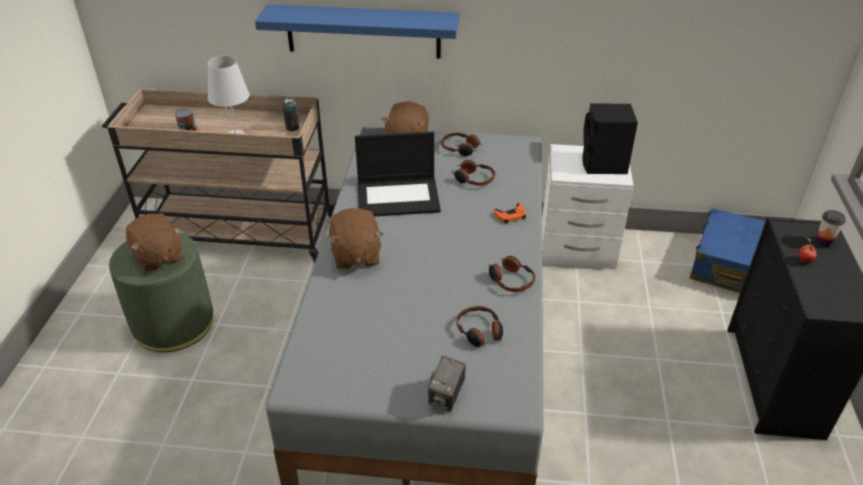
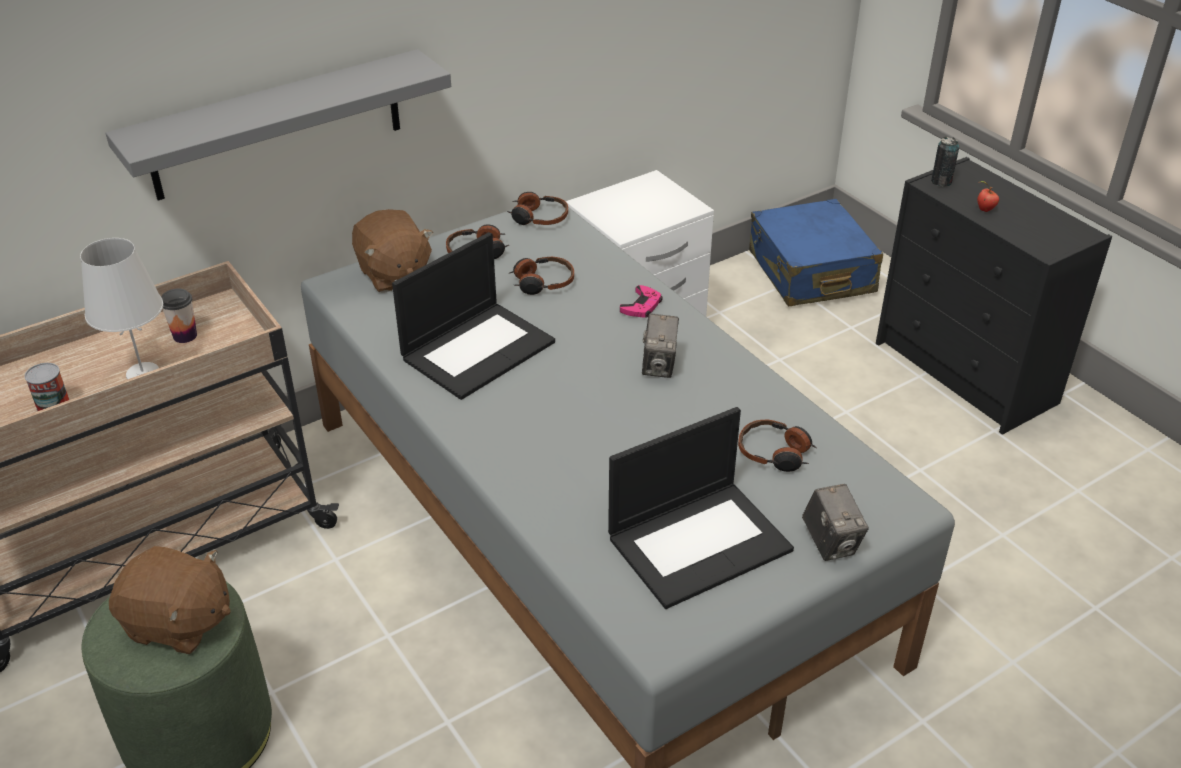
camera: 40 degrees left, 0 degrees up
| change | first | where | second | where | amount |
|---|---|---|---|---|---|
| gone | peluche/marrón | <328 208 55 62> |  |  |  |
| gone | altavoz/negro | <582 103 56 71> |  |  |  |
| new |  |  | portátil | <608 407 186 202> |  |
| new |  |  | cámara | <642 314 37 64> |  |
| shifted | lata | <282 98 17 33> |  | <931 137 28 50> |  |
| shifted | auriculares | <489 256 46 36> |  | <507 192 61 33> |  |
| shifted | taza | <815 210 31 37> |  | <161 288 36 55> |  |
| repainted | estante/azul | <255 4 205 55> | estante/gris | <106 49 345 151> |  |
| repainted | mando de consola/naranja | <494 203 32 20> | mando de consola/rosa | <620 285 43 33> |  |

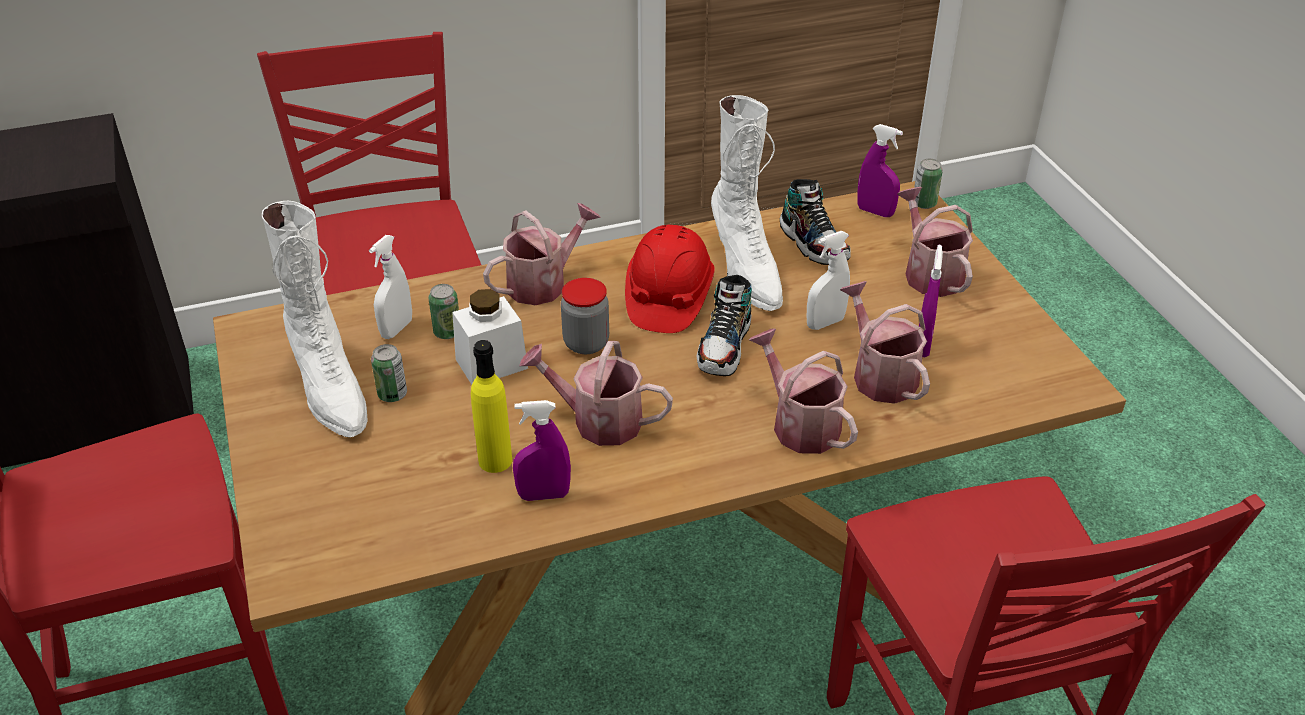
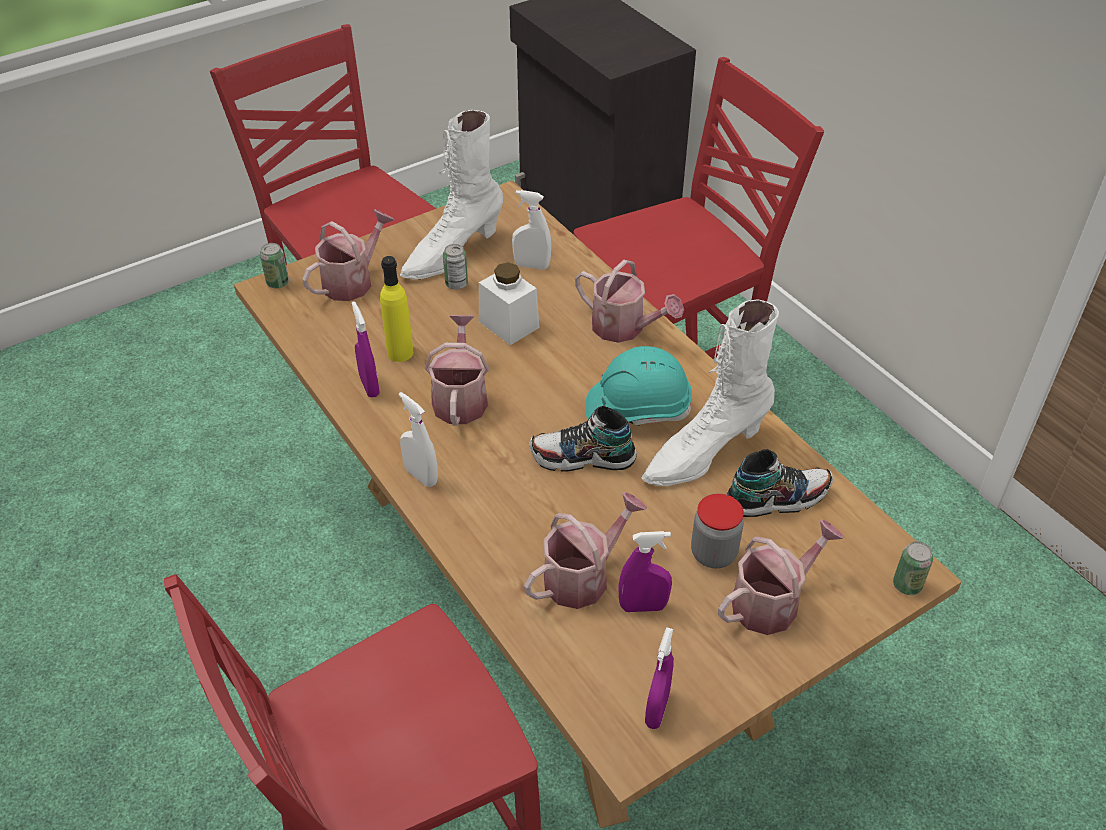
camera: 75 degrees right, 5 degrees up
| change | first | where | second | where | amount |
|---|---|---|---|---|---|
| shifted | lata | <428 284 31 55> |  | <260 243 29 45> |  |
| shifted | tarro | <561 278 48 76> |  | <691 494 53 74> |  |
| shifted | regadera | <749 328 109 126> |  | <302 210 93 91> |  |
| shifted | pulverizador/blanco | <807 231 43 99> |  | <399 392 39 95> |  |
| shifted | pulverizador/morado | <857 124 46 93> |  | <645 627 29 102> |  |
| repainted | casco/rojo | <625 225 89 108> | casco/turquesa | <585 346 107 80> |  |
| rotated | zapato | <780 179 71 86> |  | <726 449 107 68> | 150 degrees counterclockwise |

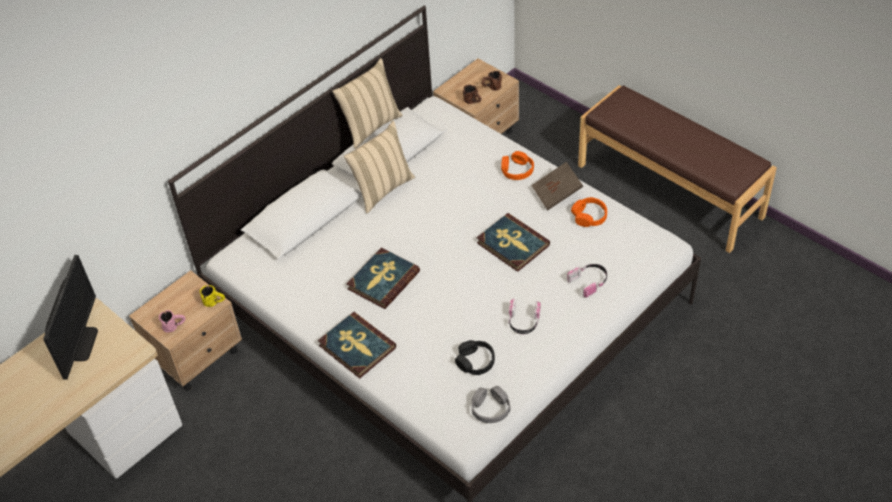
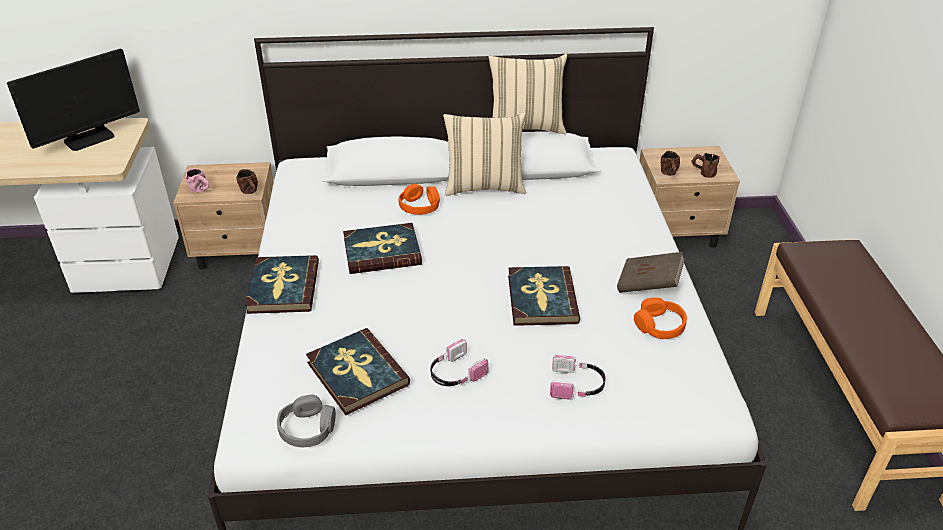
camera: 40 degrees right, 10 degrees down
| change | first | where | second | where | amount |
|---|---|---|---|---|---|
| shifted | auriculares/naranja | <501 151 33 29> |  | <398 184 42 31> |  |
| swapped | auriculares/negro | <455 340 40 35> | libro | <306 328 104 87> |  |
| repainted | taza grande/amarillo | <200 285 25 22> | taza grande/marrón | <236 169 22 25> |  |

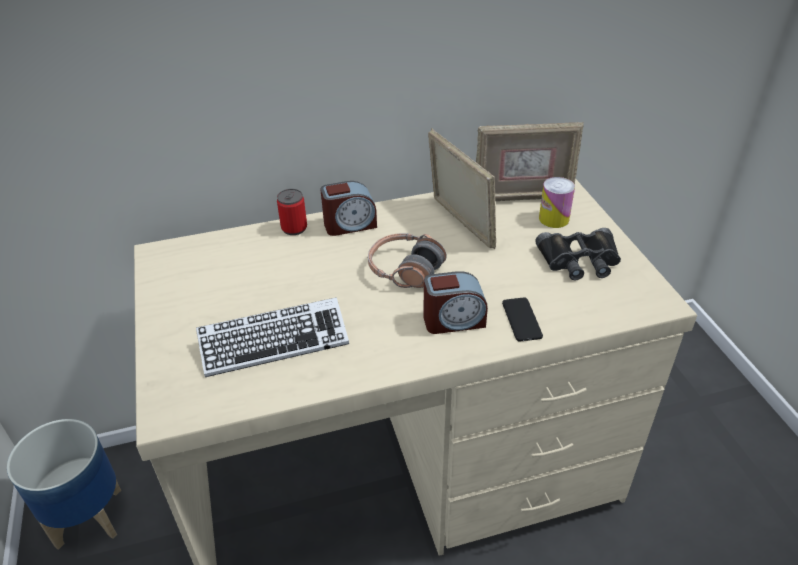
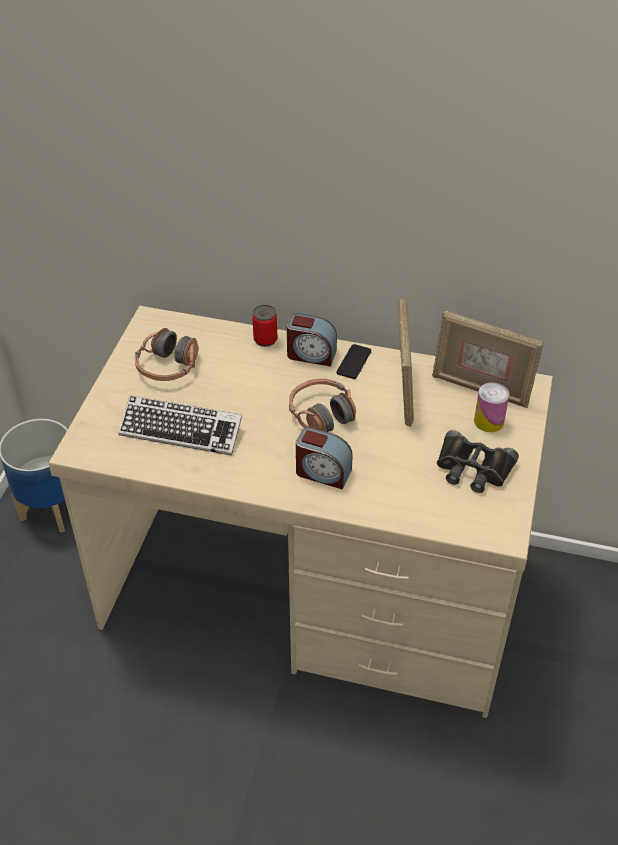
camera: 30 degrees right, 5 degrees up
| change | first | where | second | where | amount |
|---|---|---|---|---|---|
| new |  |  | auriculares | <135 328 64 53> |  |
| shifted | móvil | <502 298 41 43> |  | <336 344 35 35> |  |

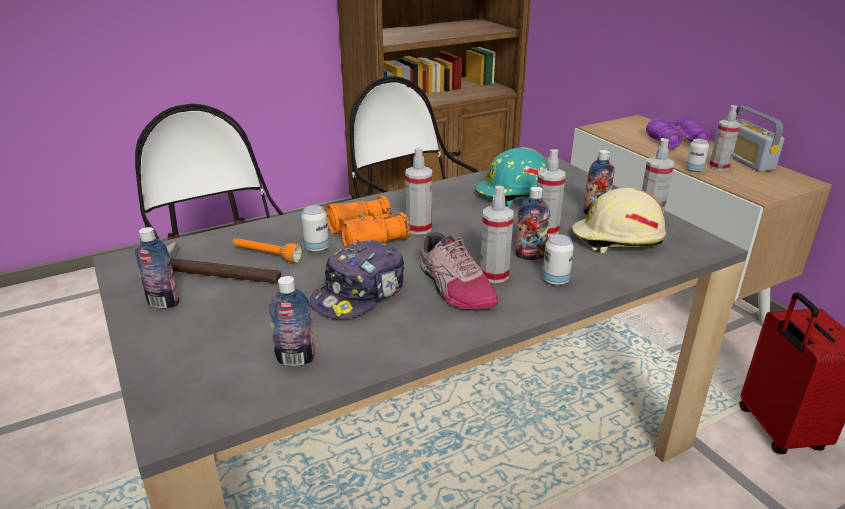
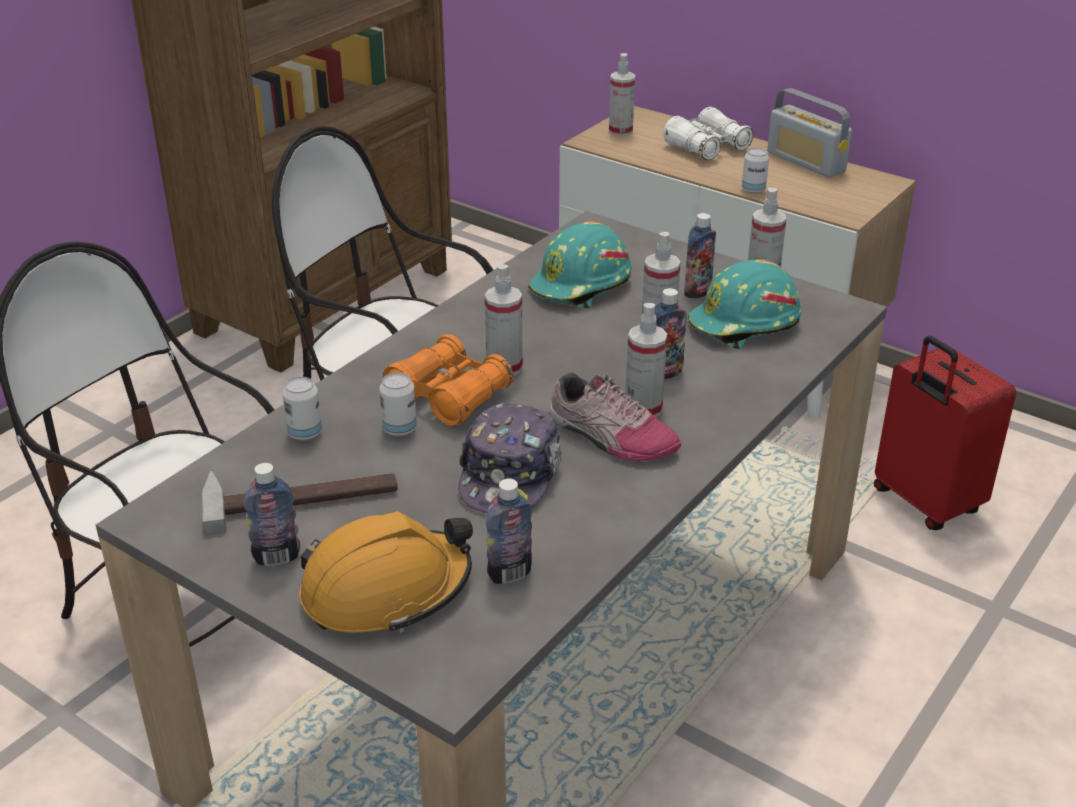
camera: 25 degrees left, 5 degrees up
| change | first | where | second | where | amount |
|---|---|---|---|---|---|
| gone | linterna/naranja | <232 238 71 25> |  |  |  |
| new |  |  | casco/naranja | <299 511 174 122> |  |
| shifted | lata | <542 234 32 52> |  | <282 377 40 64> |  |
| shifted | pulverizador | <709 105 32 66> |  | <609 53 26 83> |  |
| repainted | casco/beis | <571 188 95 66> | casco/turquesa | <687 260 114 89> |  |
| repainted | prismáticos/morado | <646 116 65 33> | prismáticos/blanco | <664 107 90 53> |  |

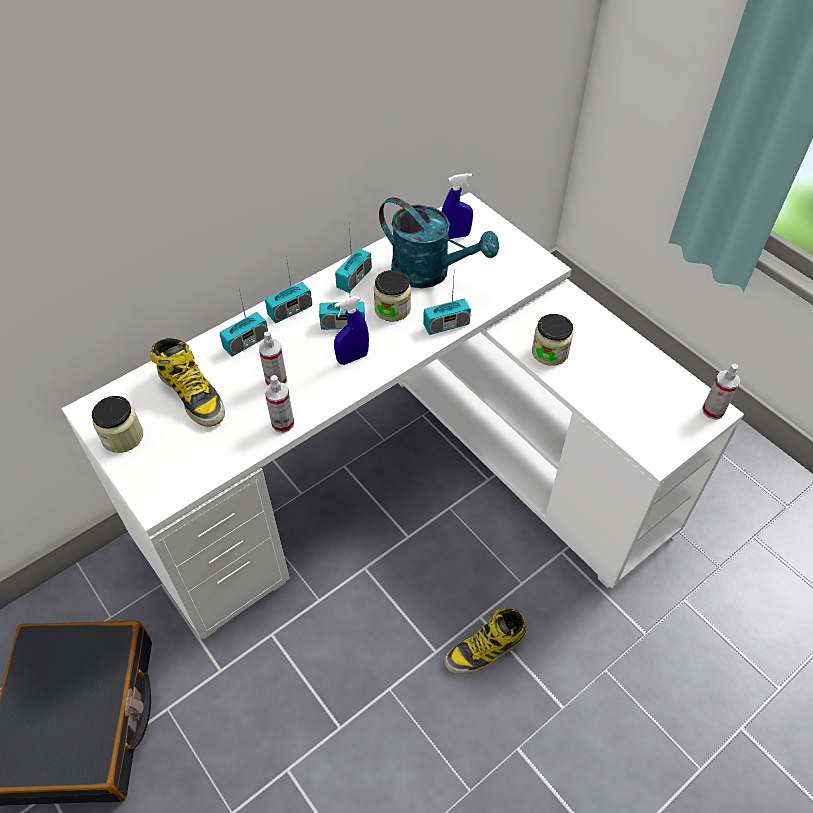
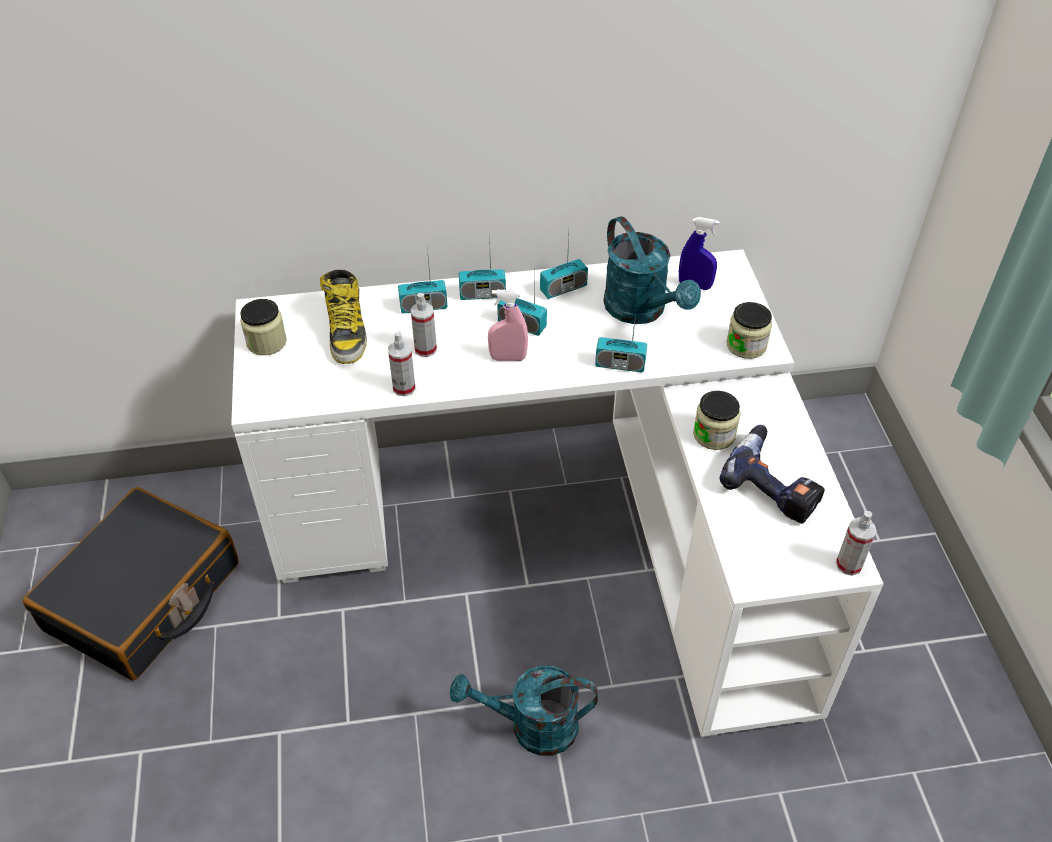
camera: 30 degrees right, 5 degrees down
| change | first | where | second | where | amount |
|---|---|---|---|---|---|
| new |  |  | taladro | <720 425 105 99> |  |
| shifted | tarro | <374 270 37 52> |  | <727 302 45 57> |  |
| swapped | bota | <444 607 82 67> | regadera/turquesa | <450 666 148 90> |  |
| repainted | pulverizador/azul | <334 296 35 69> | pulverizador/rosa | <488 290 40 71> |  |

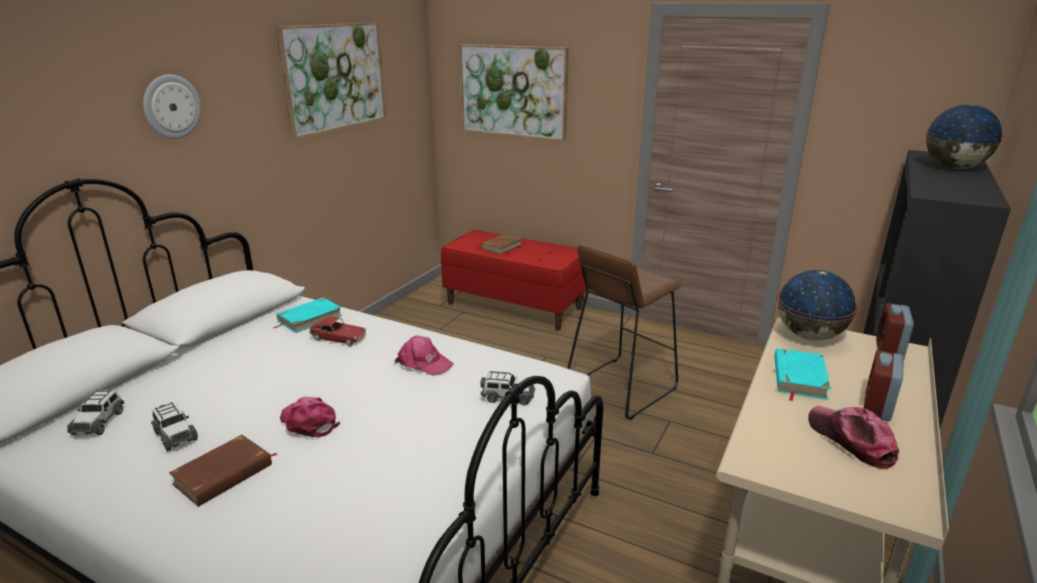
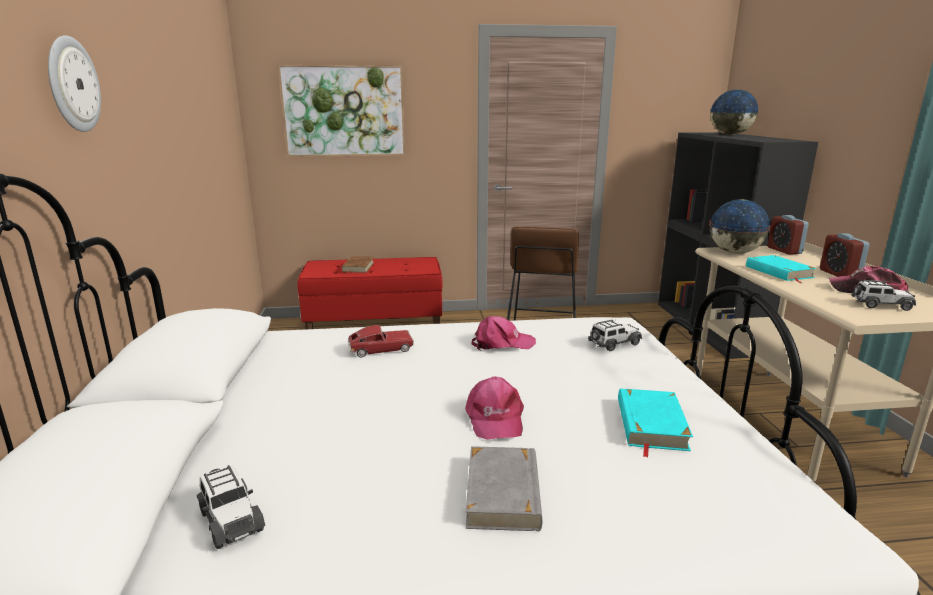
camera: 35 degrees left, 5 degrees down
| change | first | where | second | where | amount |
|---|---|---|---|---|---|
| gone | cuadro | <275 22 112 117> |  |  |  |
| shifted | coche de juguete | <151 402 47 49> |  | <851 280 65 31> |  |
| shifted | libro/turquesa | <273 297 70 36> |  | <618 388 75 70> |  |
| repainted | libro/marrón | <169 435 108 72> | libro/gris | <466 446 76 85> |  |
| rotated | gorra/rosa | <280 397 60 41> |  | <465 376 59 64> | 105 degrees counterclockwise |

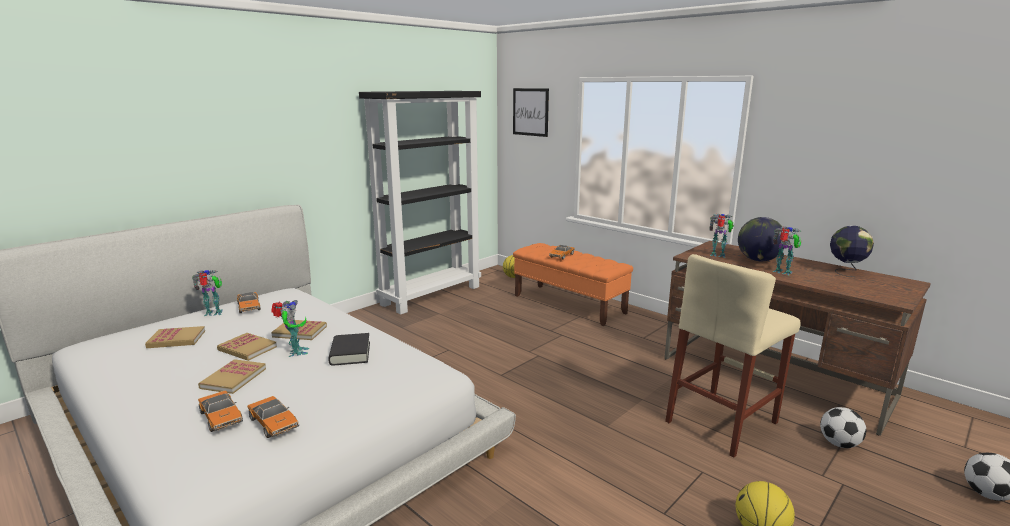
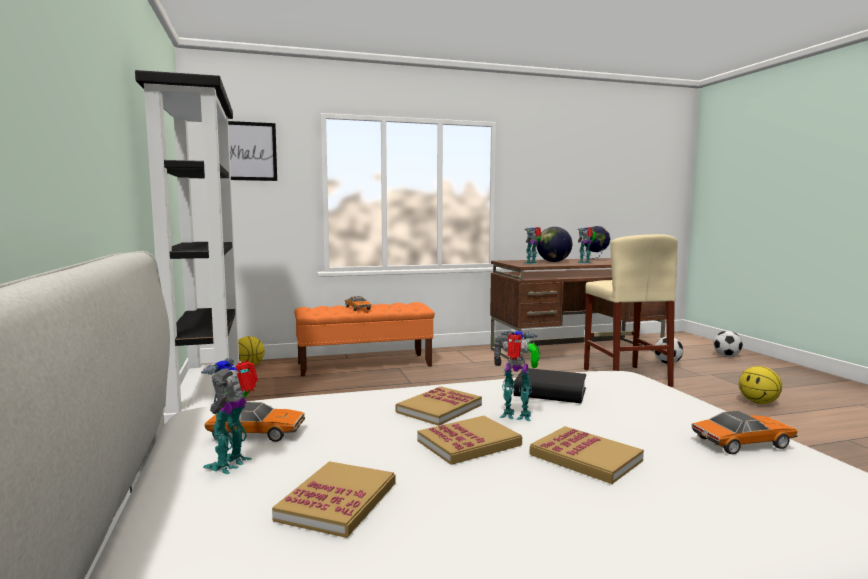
camera: 60 degrees left, 10 degrees down
| change | first | where | second | where | amount |
|---|---|---|---|---|---|
| gone | coche de juguete | <198 391 45 41> |  |  |  |

